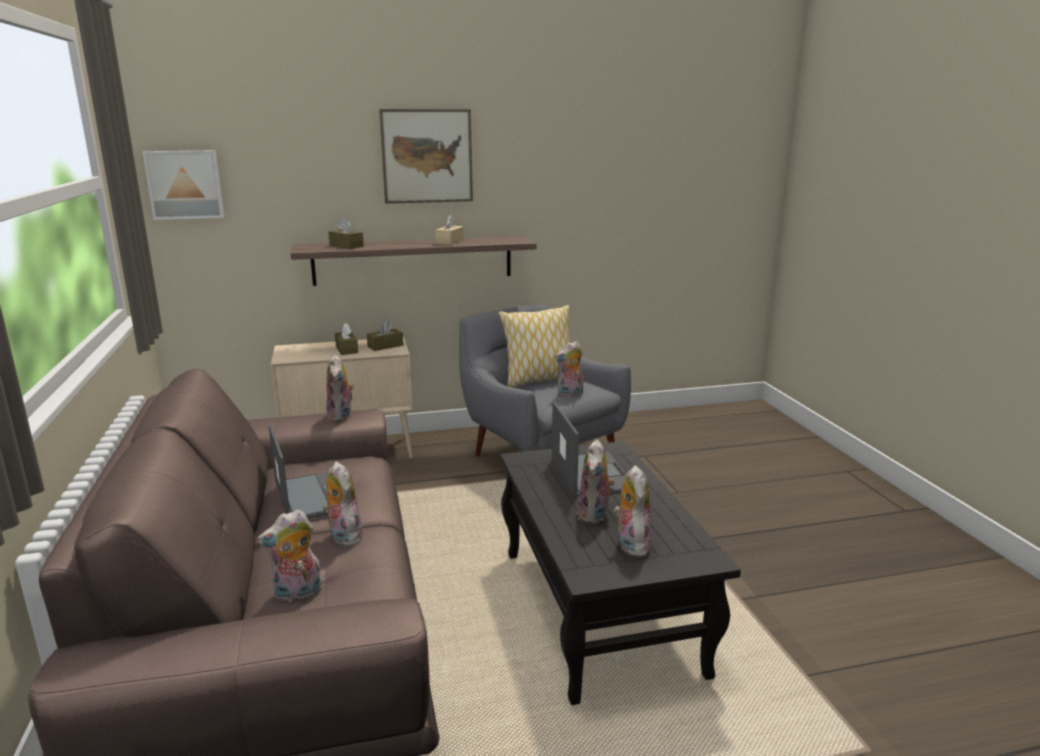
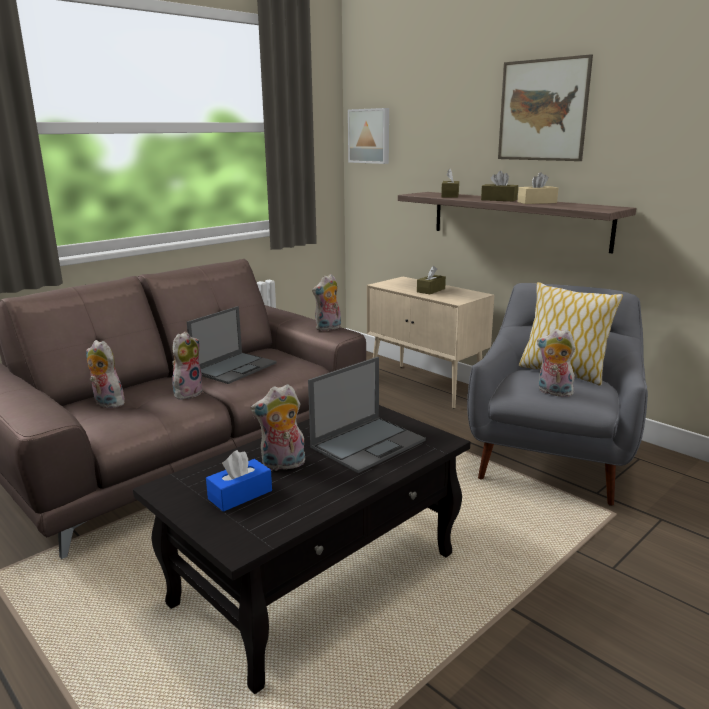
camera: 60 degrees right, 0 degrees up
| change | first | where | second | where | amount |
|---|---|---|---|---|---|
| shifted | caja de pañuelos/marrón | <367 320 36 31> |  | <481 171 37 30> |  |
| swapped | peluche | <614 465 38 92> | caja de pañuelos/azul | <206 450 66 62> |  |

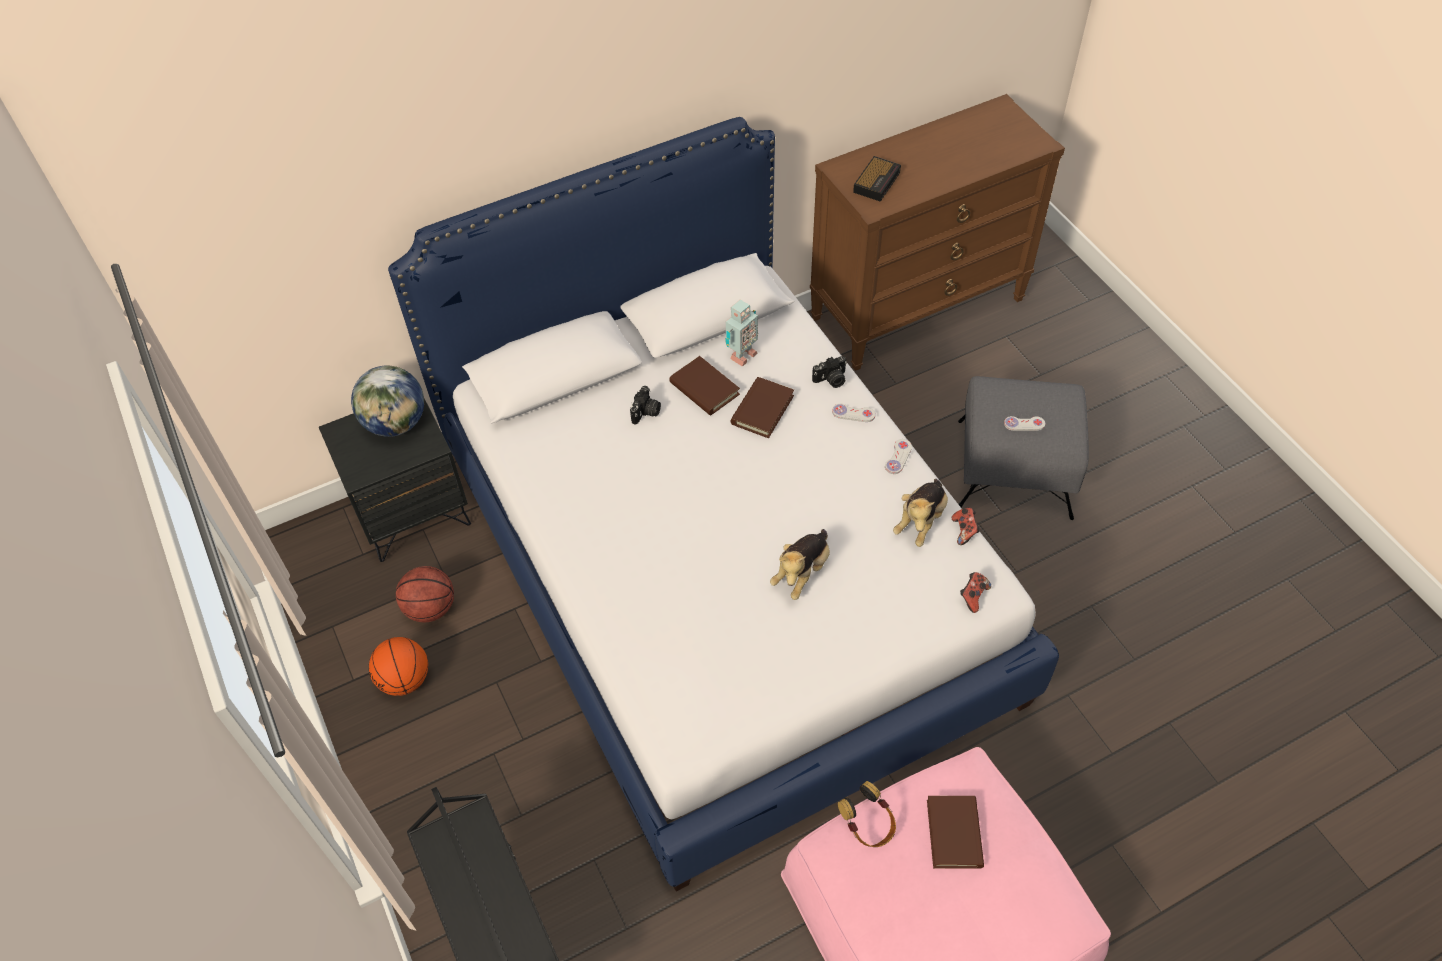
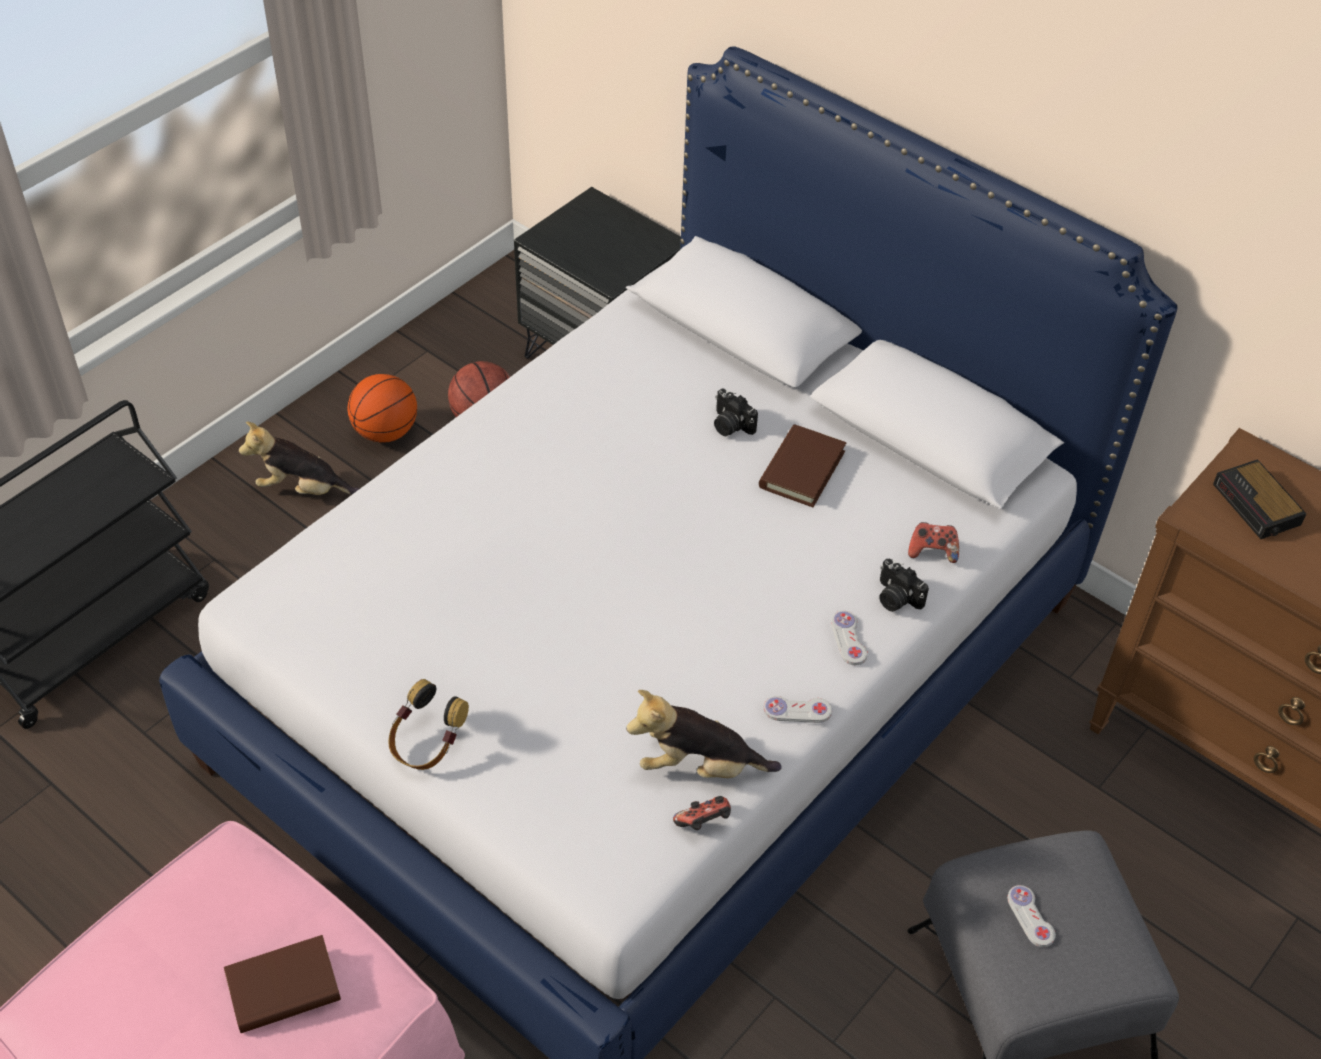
camera: 65 degrees right, 5 degrees down
| change | first | where | second | where | amount |
|---|---|---|---|---|---|
| gone | globo terráqueo | <351 365 73 72> |  |  |  |
| gone | robot de juguete | <725 300 33 67> |  |  |  |
| gone | libro/marrón | <731 377 63 61> |  |  |  |
| shifted | peluche | <770 529 60 71> |  | <239 422 121 73> |  |
| shifted | auriculares | <838 781 58 66> |  | <388 679 81 91> |  |
| shifted | mando de consola | <960 572 31 41> |  | <908 522 51 41> |  |
| rotated | cámara | <630 385 31 40> |  | <714 389 44 47> | 45 degrees clockwise |
| rotated | despertador | <853 156 48 46> |  | <1213 459 93 80> | 60 degrees clockwise |

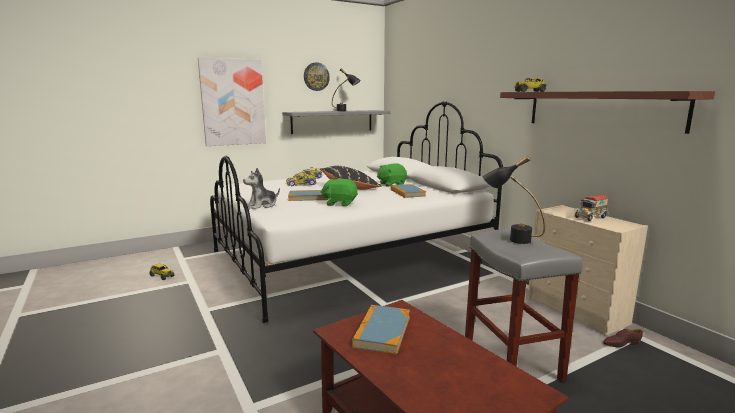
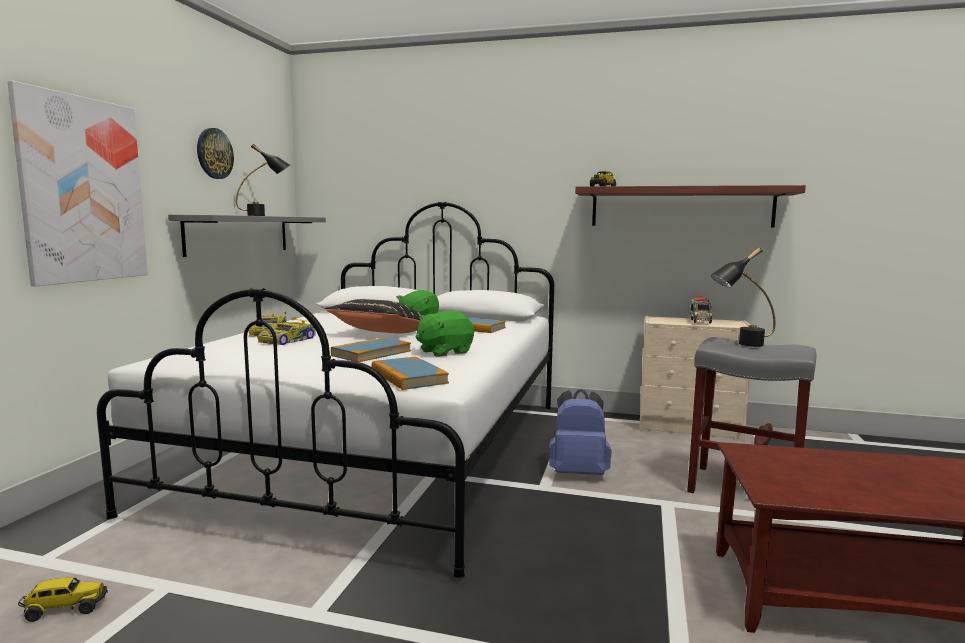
camera: 45 degrees left, 5 degrees down
| change | first | where | second | where | amount |
|---|---|---|---|---|---|
| gone | peluche | <243 168 37 41> |  |  |  |
| new |  |  | mochila/azul | <548 389 63 86> |  |
| shifted | libro | <352 305 58 49> |  | <372 357 77 33> |  |

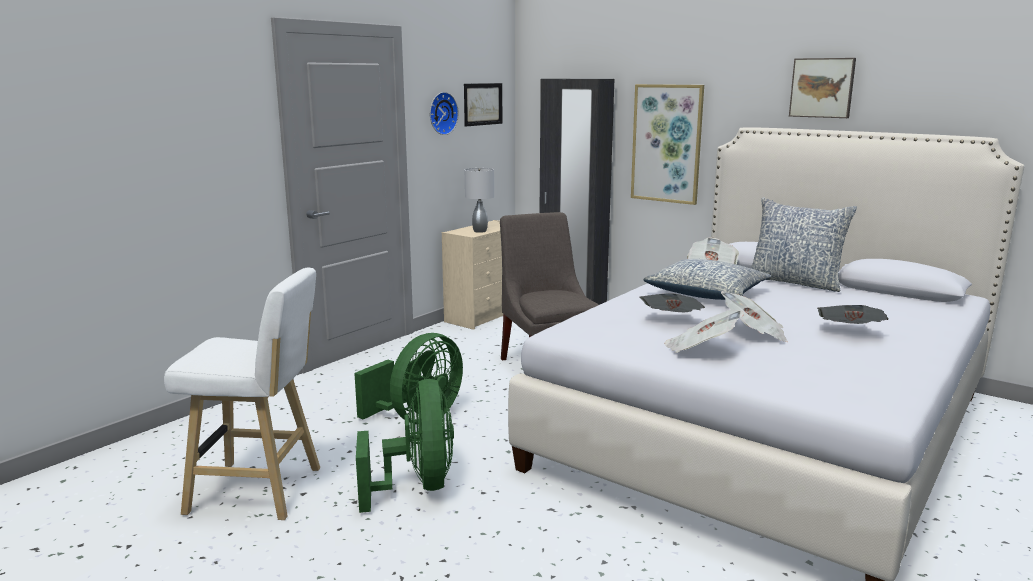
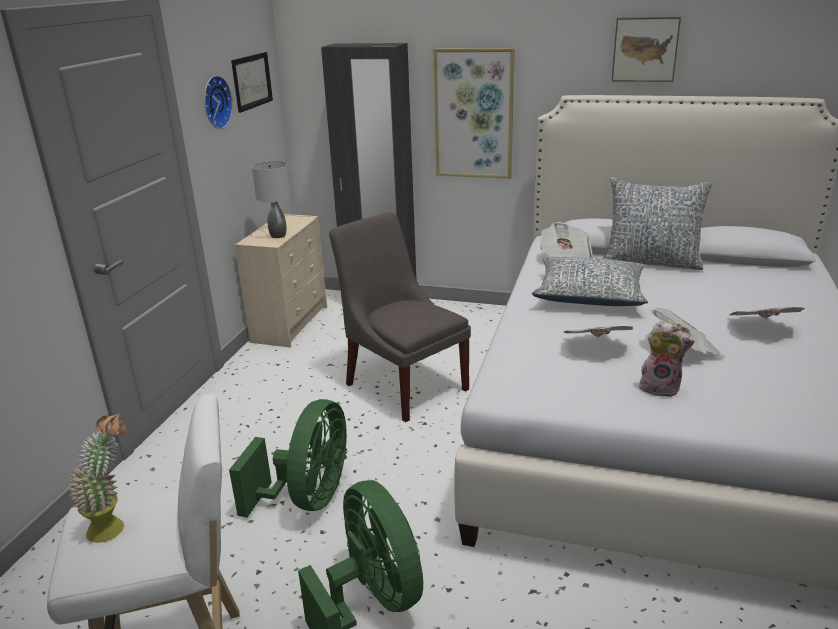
camera: 20 degrees left, 10 degrees up
| change | first | where | second | where | amount |
|---|---|---|---|---|---|
| new |  |  | planta en maceta | <68 413 58 130> |  |
| swapped | periódico | <664 310 80 43> | peluche | <638 321 57 76> |  |

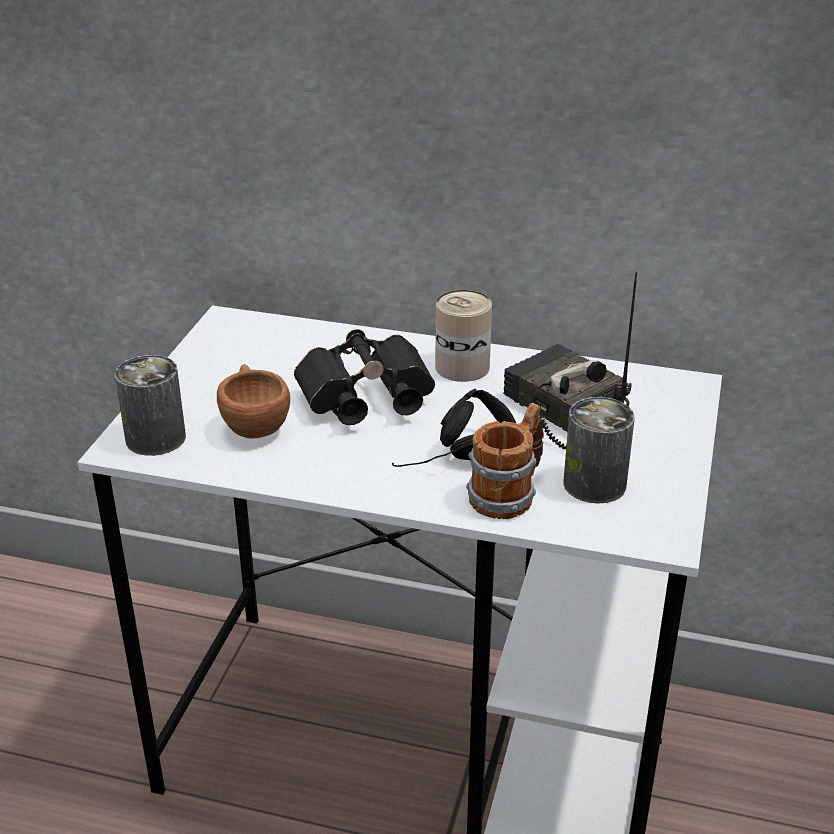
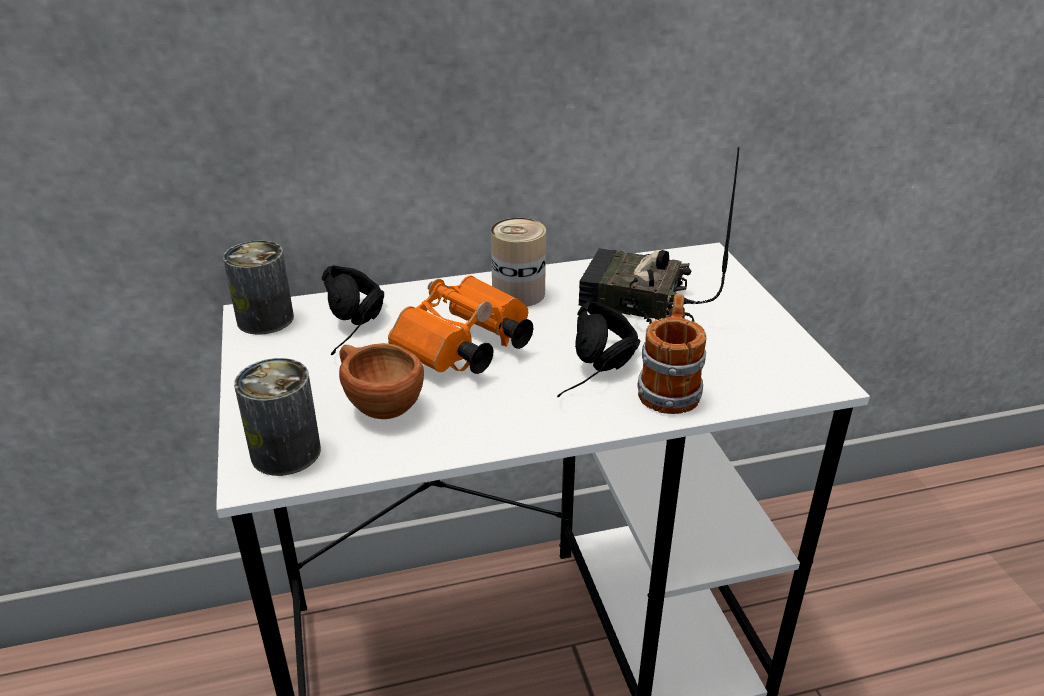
camera: 30 degrees left, 0 degrees up
| change | first | where | second | where | amount |
|---|---|---|---|---|---|
| new |  |  | auriculares/negro | <321 266 63 89> |  |
| shifted | lata | <563 397 72 106> |  | <223 240 71 95> |  |
| repainted | prismáticos/negro | <294 329 141 96> | prismáticos/naranja | <388 275 145 99> |  |

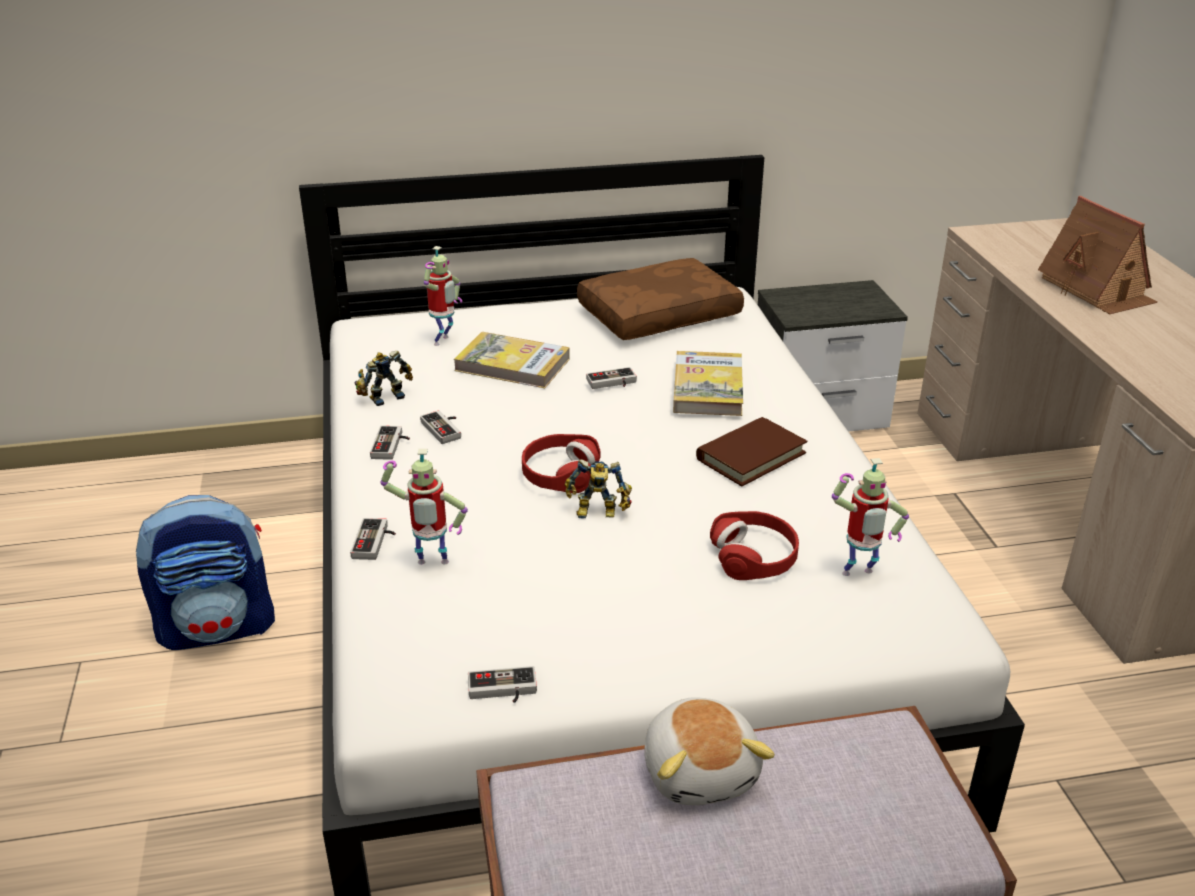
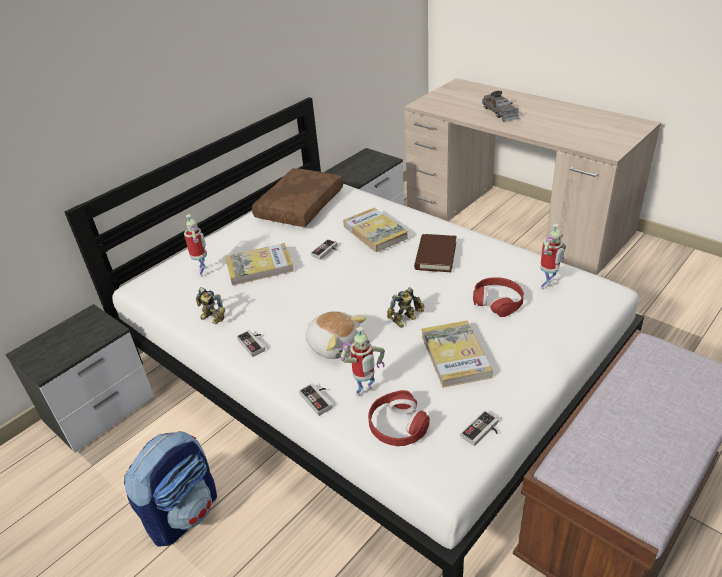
camera: 35 degrees left, 5 degrees up
| change | first | where | second | where | amount |
|---|---|---|---|---|---|
| gone | mando de consola | <420 410 41 34> |  |  |  |
| new |  |  | mesita de noche | <6 304 149 149> |  |
| new |  |  | libro | <421 320 72 68> |  |
| shifted | auriculares/rojo | <522 434 79 59> |  | <368 390 62 56> |  |
| shifted | peluche | <644 697 131 108> |  | <306 311 60 48> |  |
| swapped | casita | <1038 196 119 118> | coche de juguete/gris | <482 91 38 31> |  |
| rotated | robot de juguete | <355 351 58 55> |  | <196 287 29 37> | 75 degrees counterclockwise |

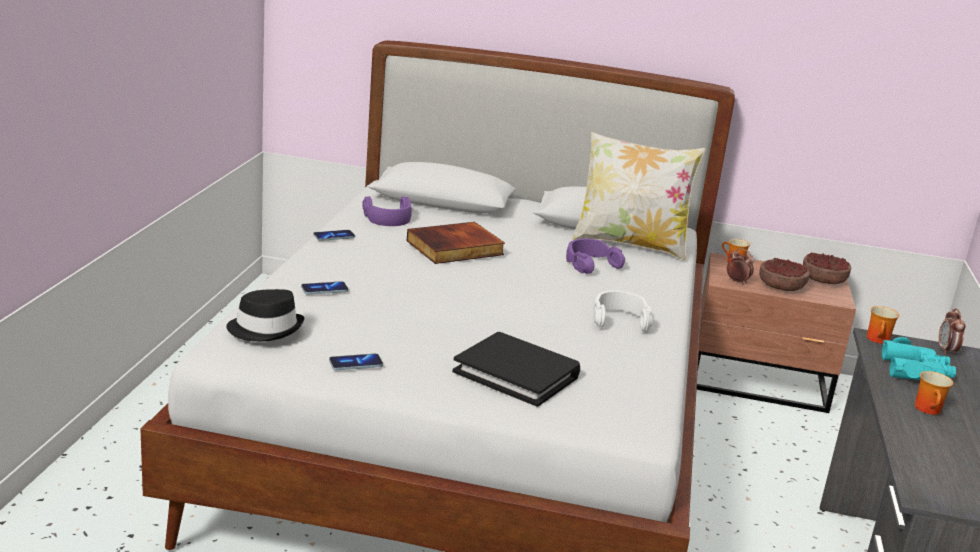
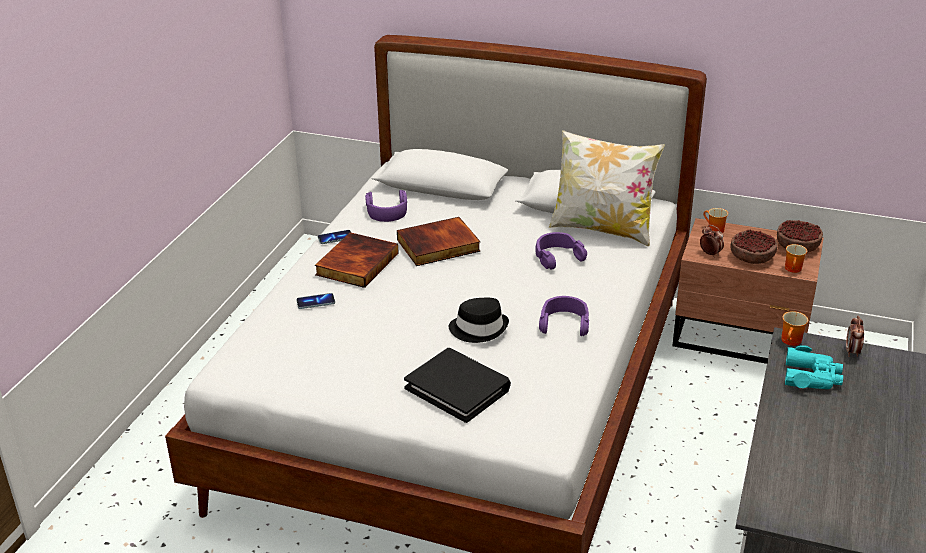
camera: 10 degrees right, 10 degrees up
| change | first | where | second | where | amount |
|---|---|---|---|---|---|
| gone | móvil | <329 354 54 16> |  |  |  |
| new |  |  | libro | <315 232 84 56> |  |
| shifted | sombrero/negro | <226 289 78 52> |  | <449 298 60 45> |  |
| shifted | taza grande | <915 371 38 44> |  | <785 244 22 29> |  |
| repainted | auriculares/blanco | <593 290 60 42> | auriculares/morado | <539 296 50 40> |  |

